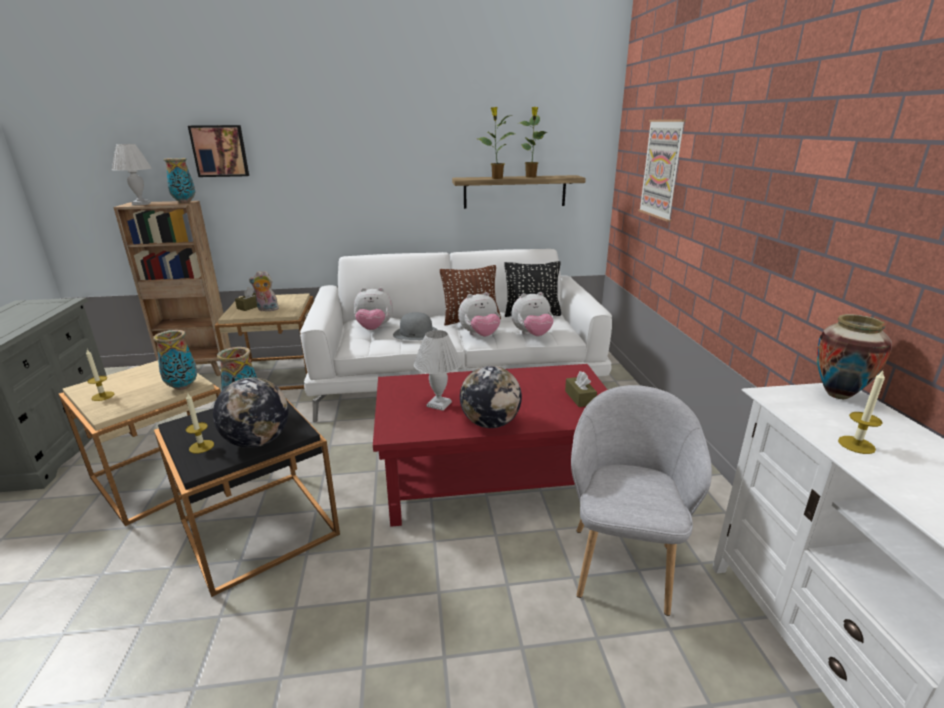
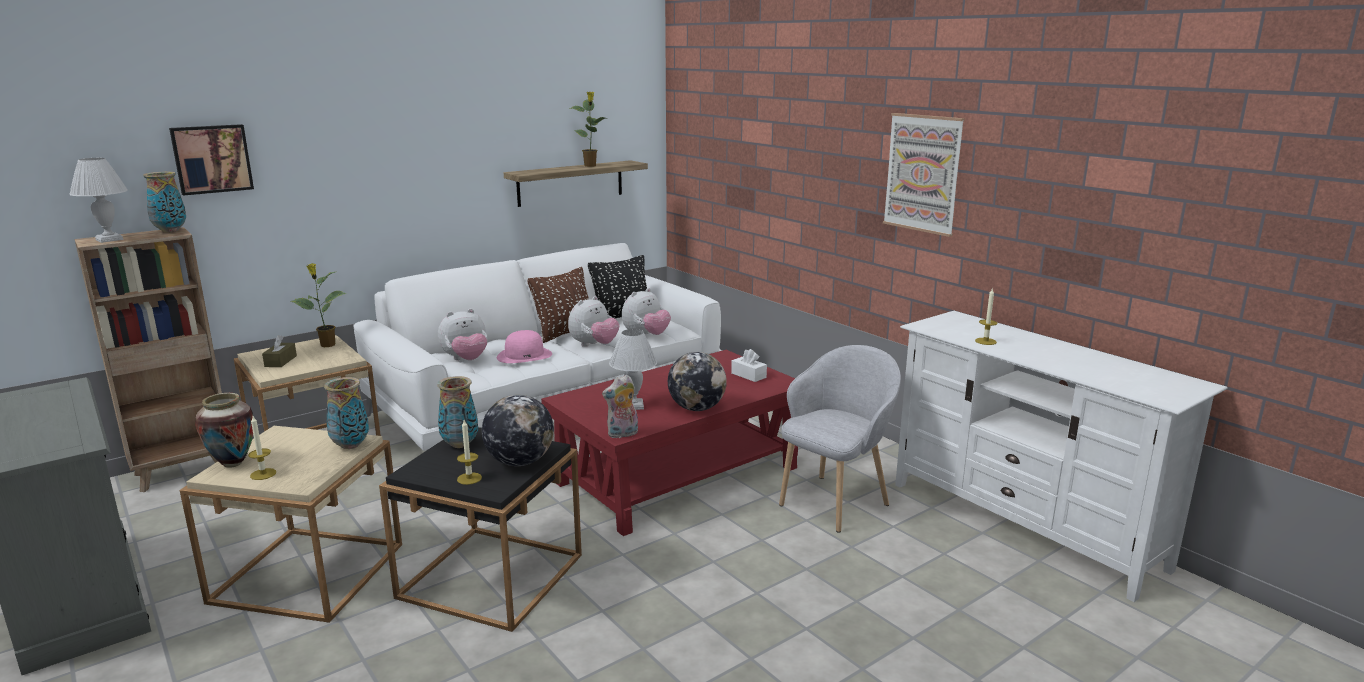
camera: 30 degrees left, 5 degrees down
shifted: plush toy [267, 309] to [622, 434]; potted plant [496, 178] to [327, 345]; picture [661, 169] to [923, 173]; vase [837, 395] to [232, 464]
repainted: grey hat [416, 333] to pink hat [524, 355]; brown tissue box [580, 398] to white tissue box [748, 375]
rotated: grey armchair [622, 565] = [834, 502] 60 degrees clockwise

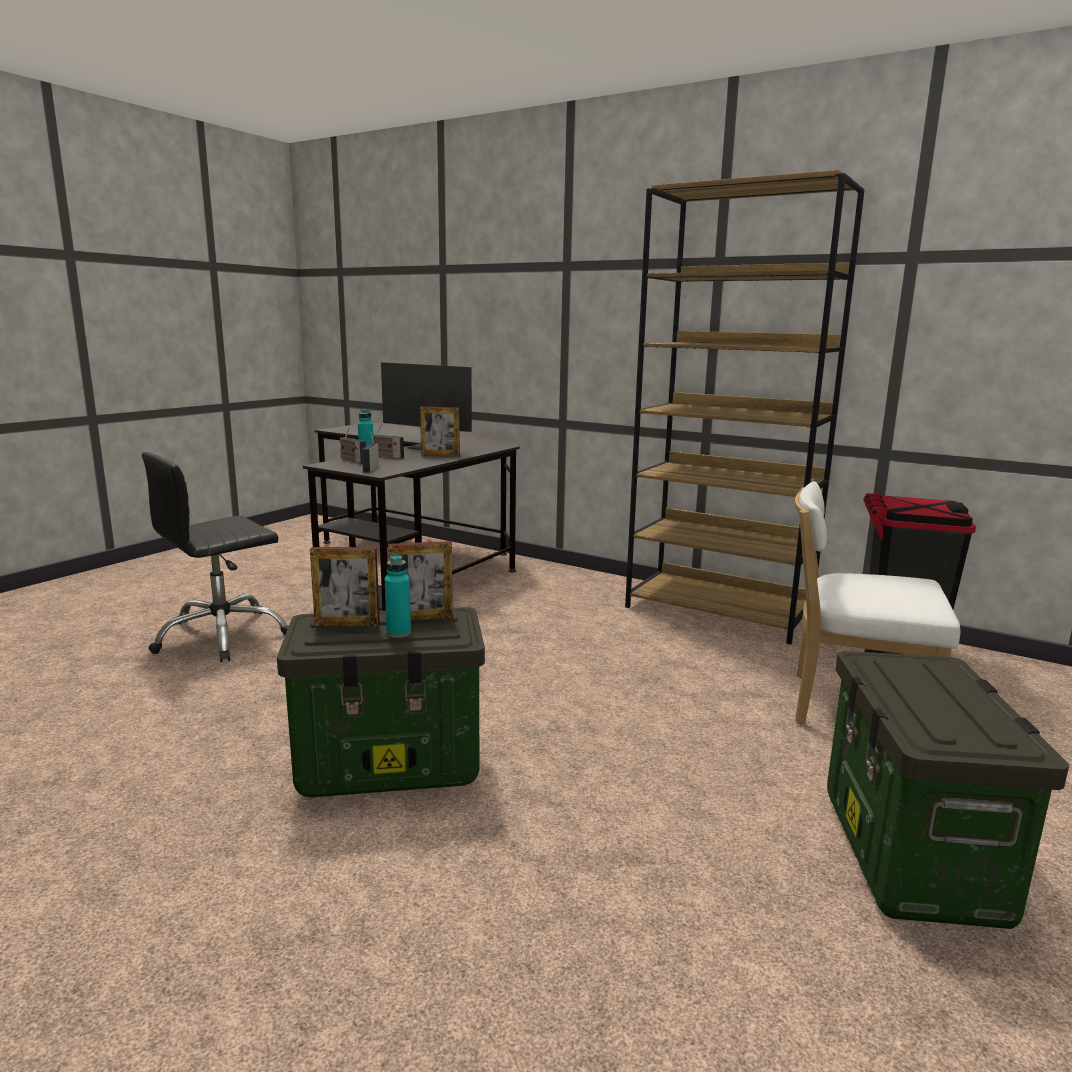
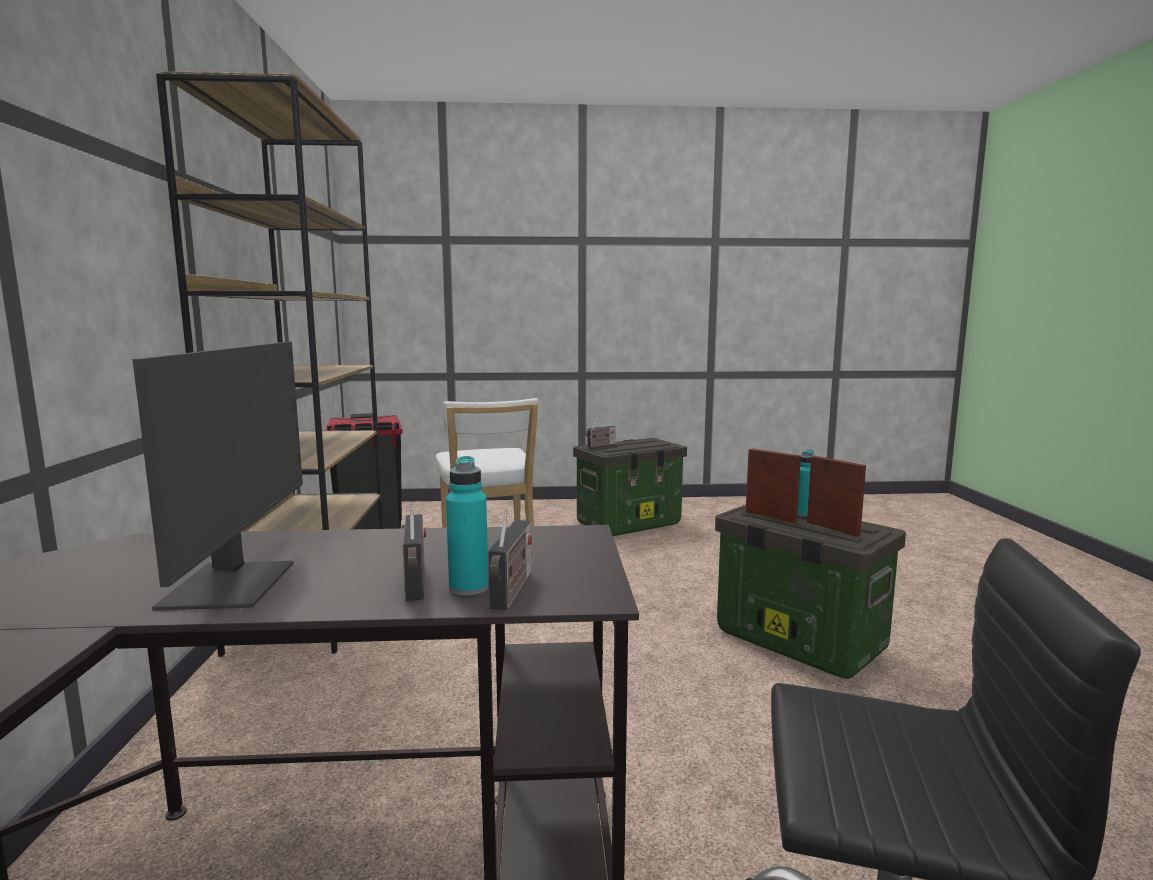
camera: 125 degrees left, 5 degrees down
gone: picture frame [440, 455]
shifted: radio [371, 468] to [600, 445]

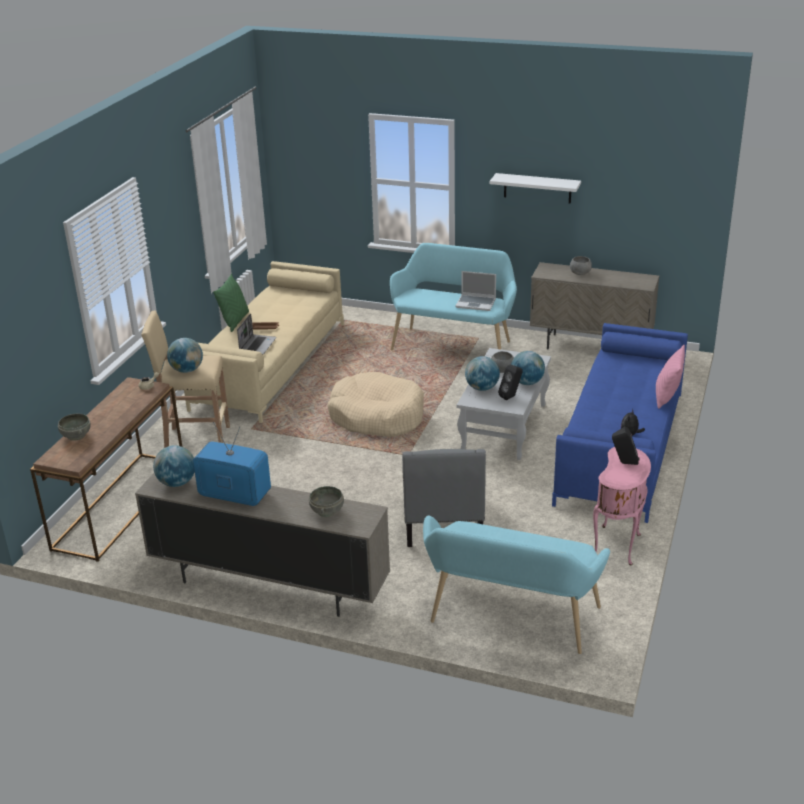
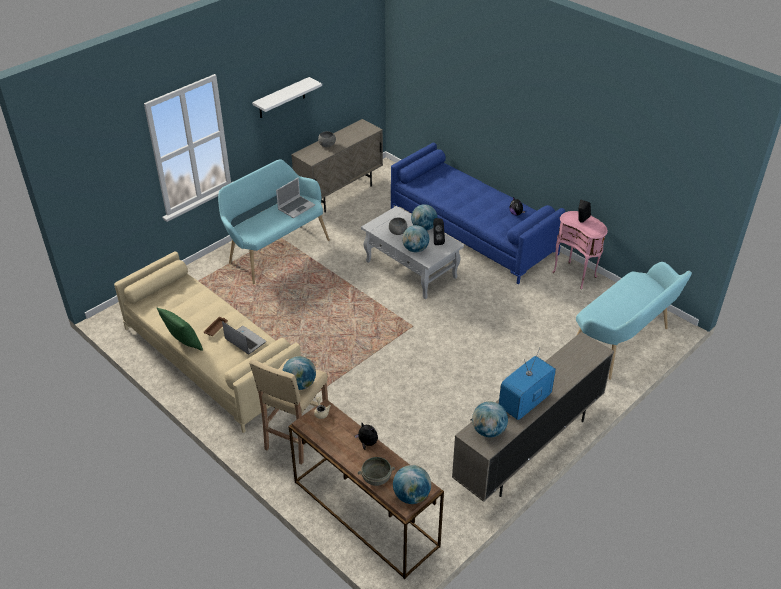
camera: 65 degrees left, 10 degrees up
gone: grey bowl [327, 511]; beige dog bed [377, 416]; grey armchair [442, 518]; pink pillow [667, 397]
new: plush toy [367, 443]; globe [411, 496]

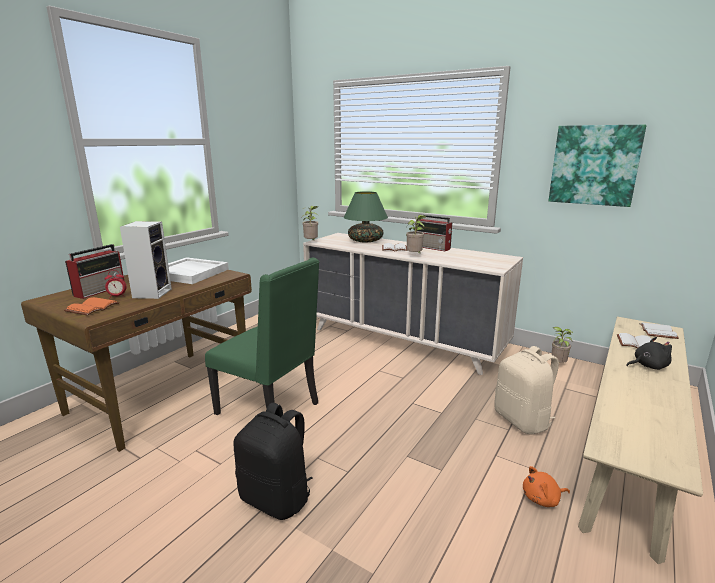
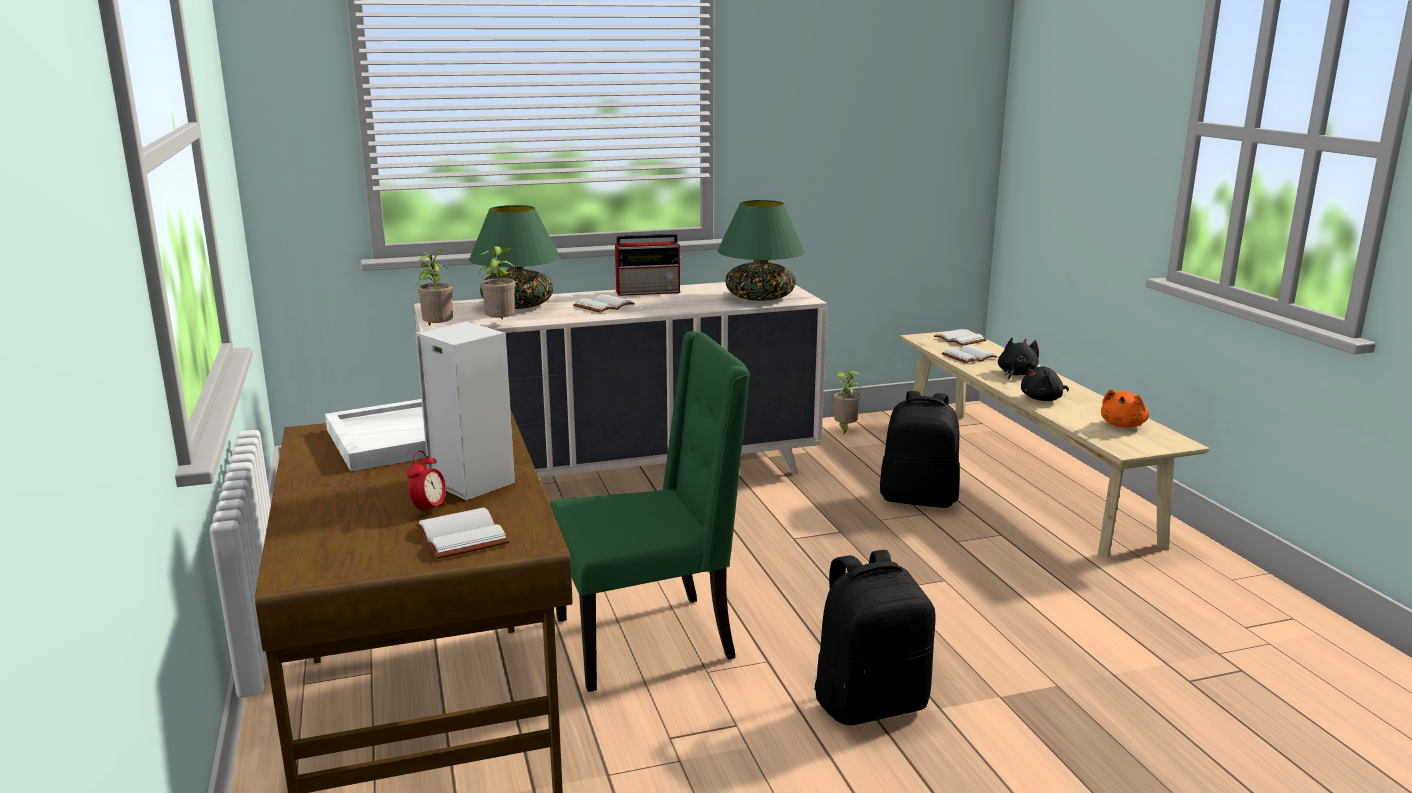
camera: 50 degrees left, 0 degrees up
gone: radio [101, 290]; picture [594, 165]
new: green table lamp [759, 297]; black plush toy [1043, 399]
shifted: potted plant [415, 256] to [501, 325]; orange plush toy [542, 499] to [1123, 425]
repainted: orange book [92, 307] to white book [458, 536]; beige backpack [522, 420] to black backpack [919, 499]

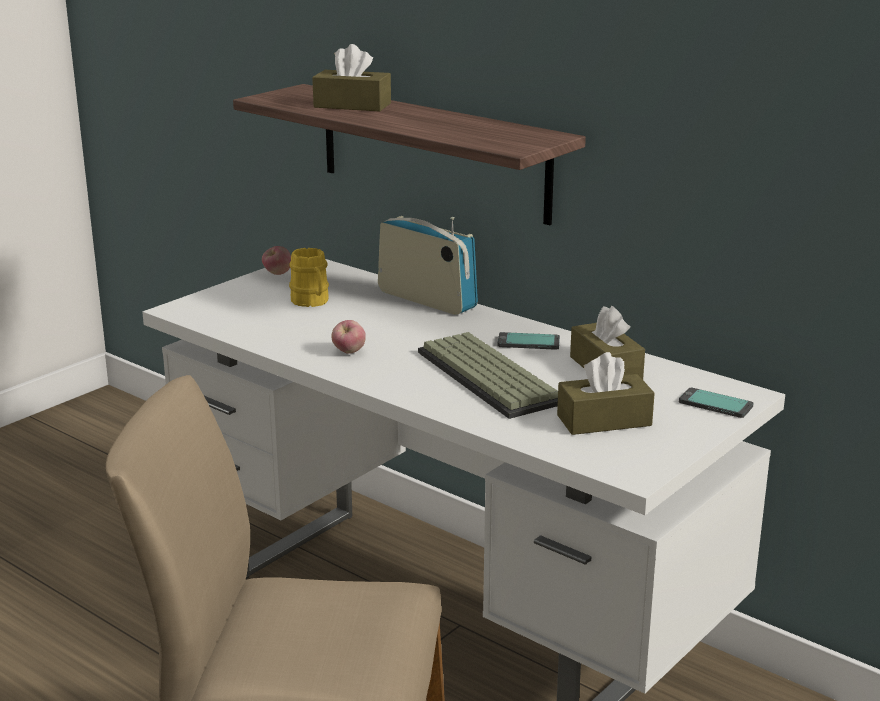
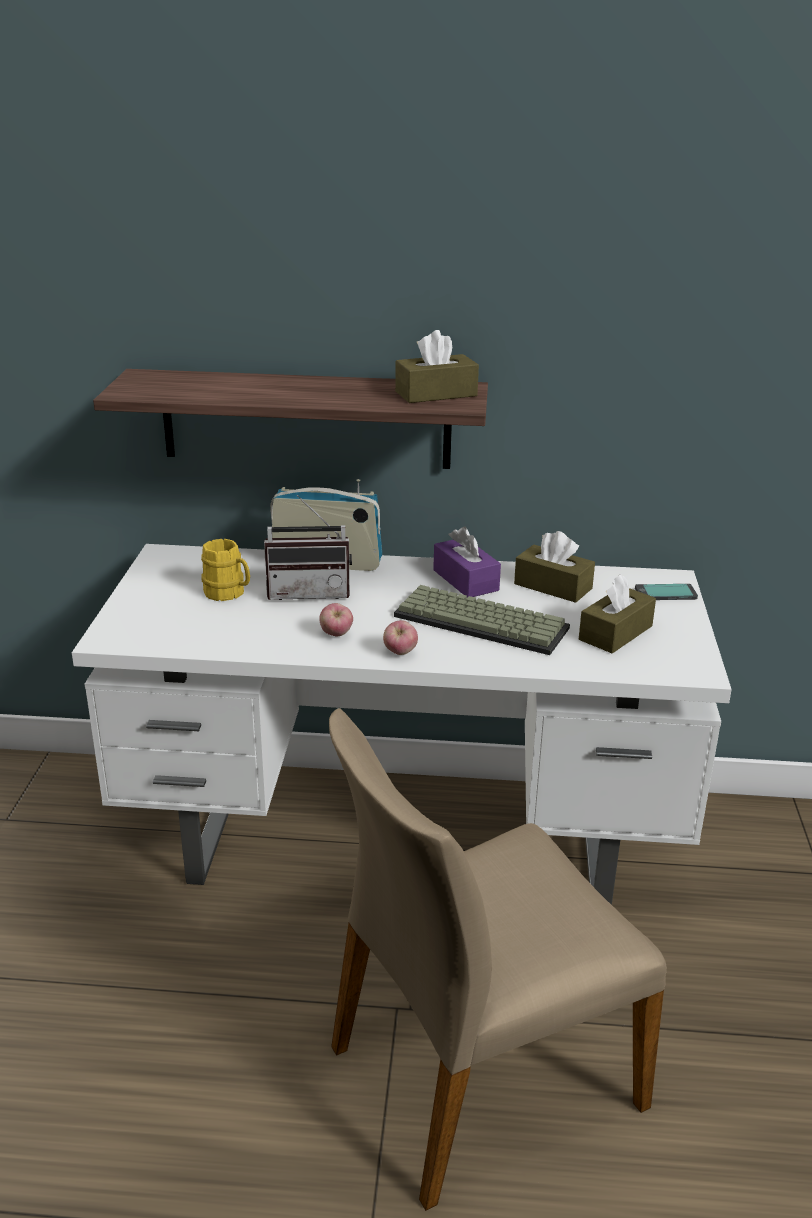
camera: 35 degrees left, 5 degrees up
new: radio [309, 592]
shifted: apple [277, 274] to [400, 653]; brown tissue box [352, 105] to [436, 394]
swapped: phone [528, 343] to purple tissue box [465, 580]

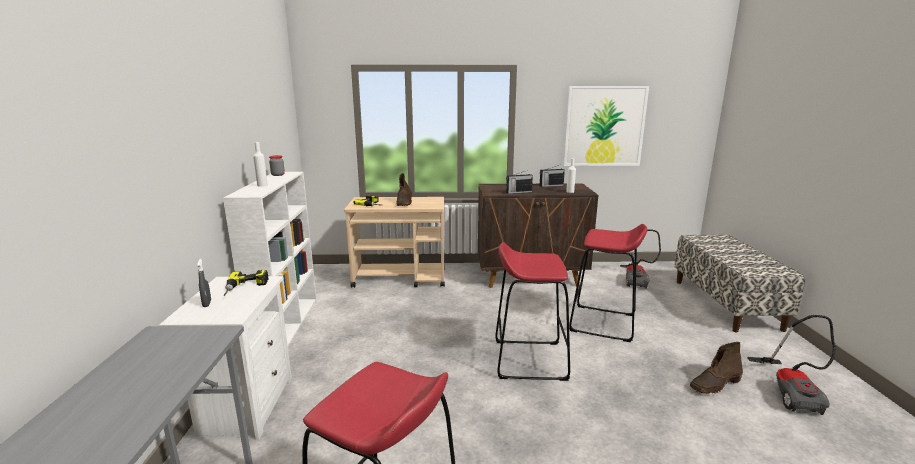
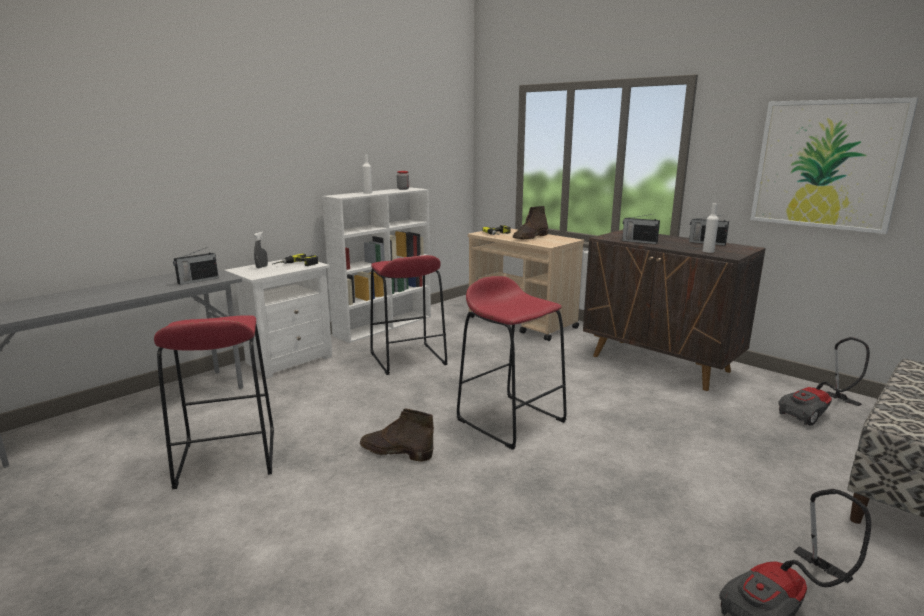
camera: 45 degrees right, 0 degrees up
new: radio [197, 280]
shifted: red stool [602, 323] to [407, 359]; brown boot [715, 384] to [395, 451]

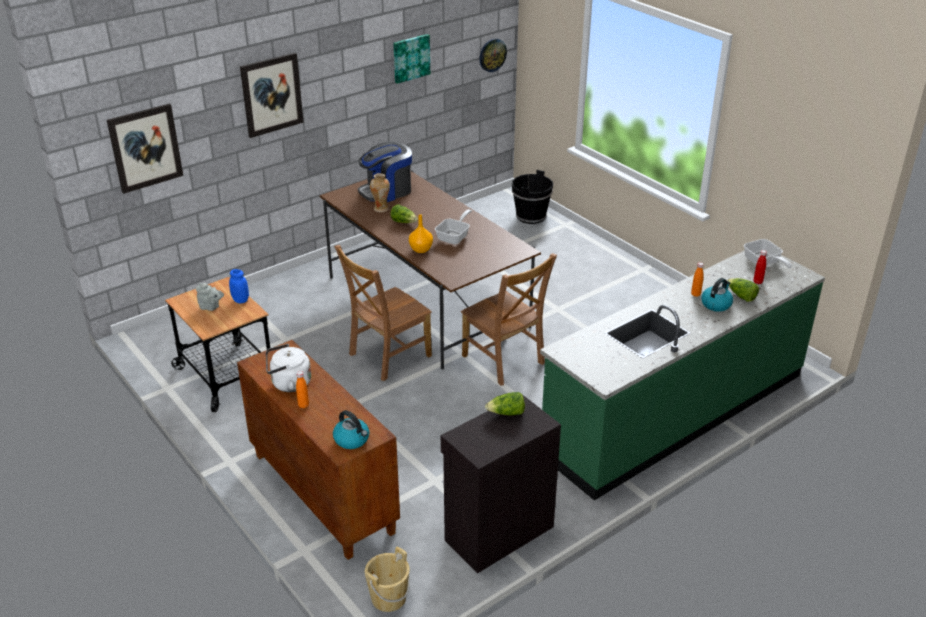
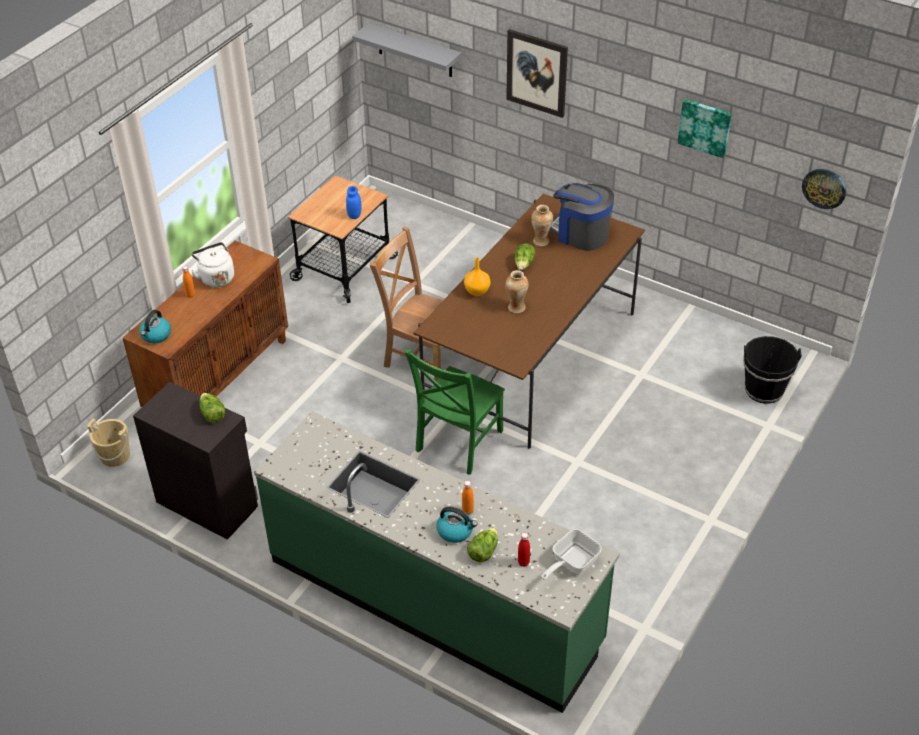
camera: 70 degrees right, 10 degrees up
gone: grey teapot [211, 307]
swapped: picture [145, 148] to grey shelf [415, 51]; frying pan [455, 237] to vase [516, 307]
repainted: brown chair [505, 361] to green chair [457, 443]

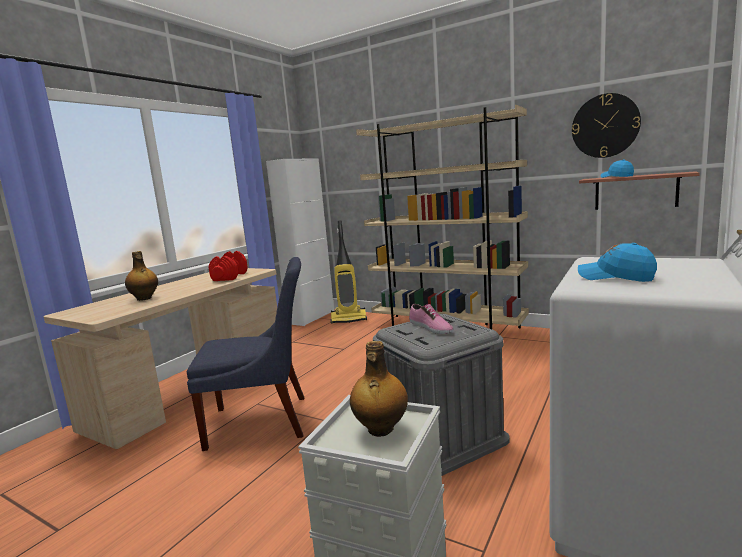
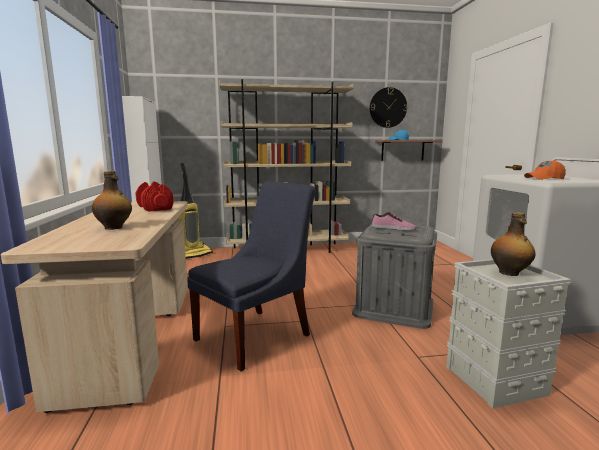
camera: 40 degrees left, 0 degrees up
repainted: blue cap [615, 277] to orange cap [544, 178]

